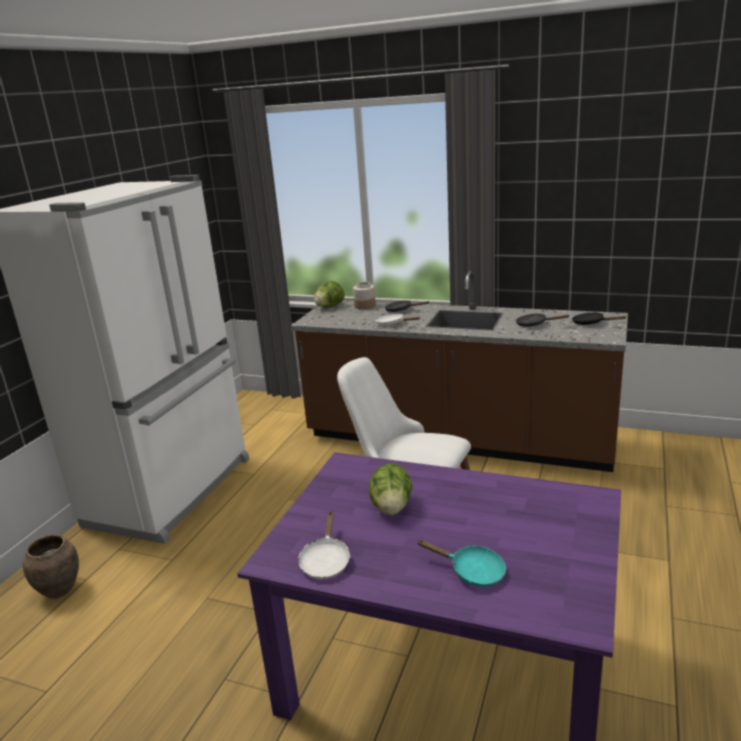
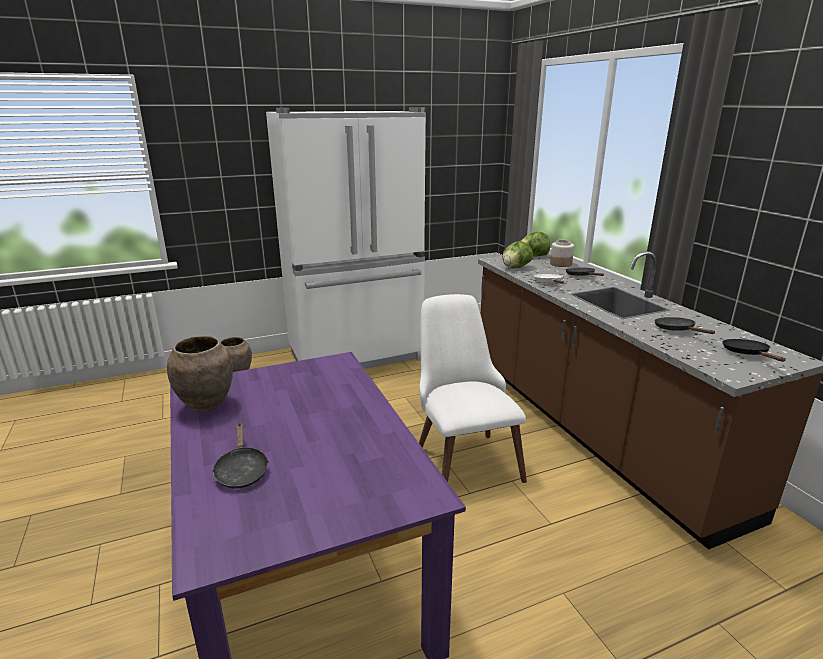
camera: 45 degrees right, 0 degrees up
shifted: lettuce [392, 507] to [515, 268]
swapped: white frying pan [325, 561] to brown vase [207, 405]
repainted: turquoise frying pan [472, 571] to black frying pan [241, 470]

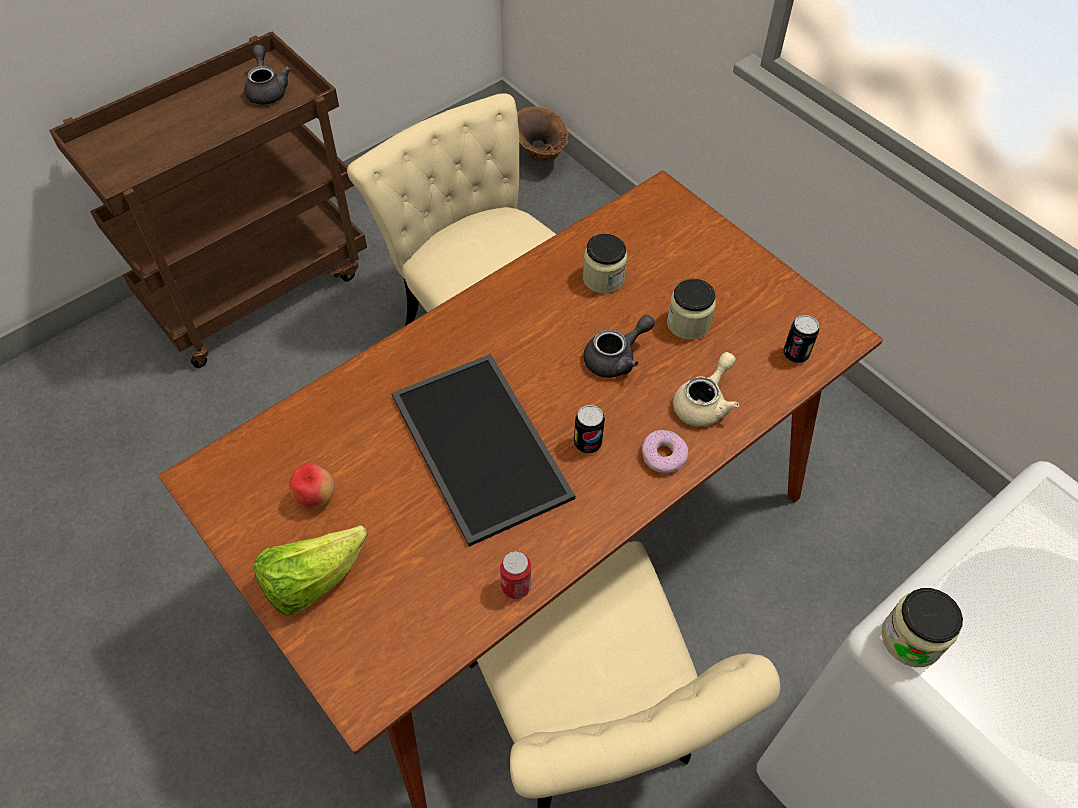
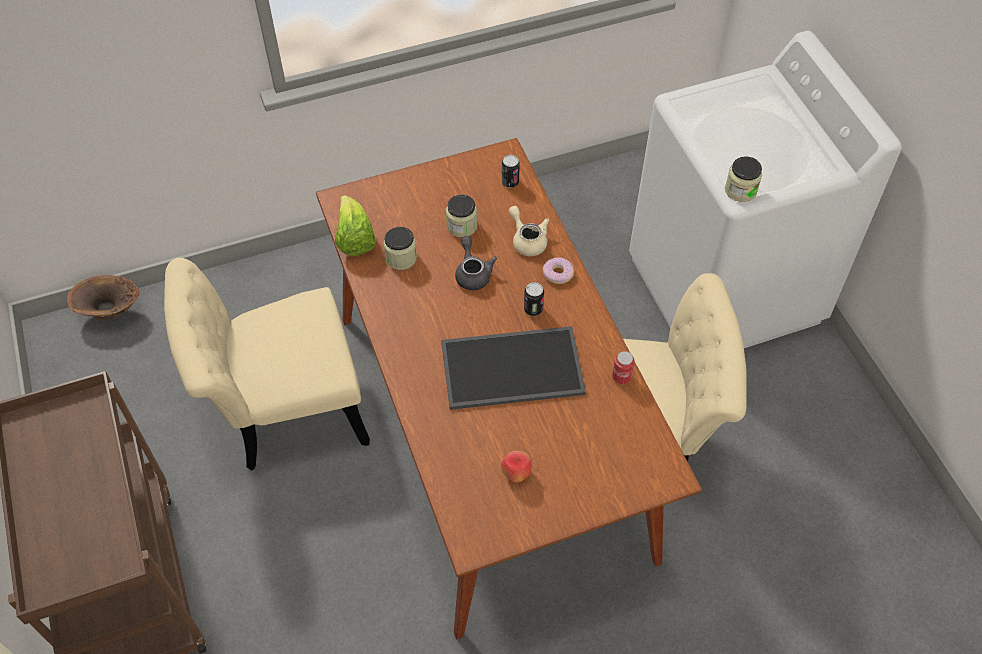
camera: 70 degrees left, 0 degrees up
gone: grey teapot [267, 89]
shifted: lettuce [312, 580] to [354, 239]

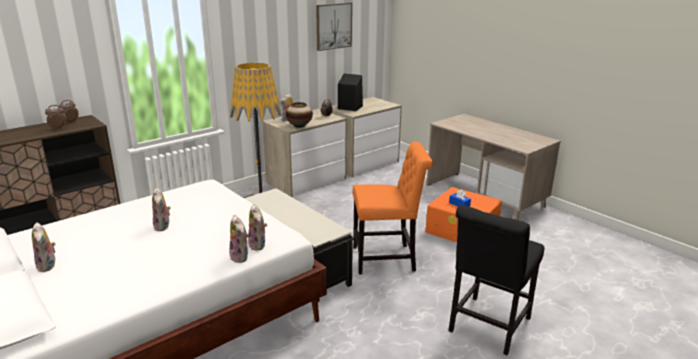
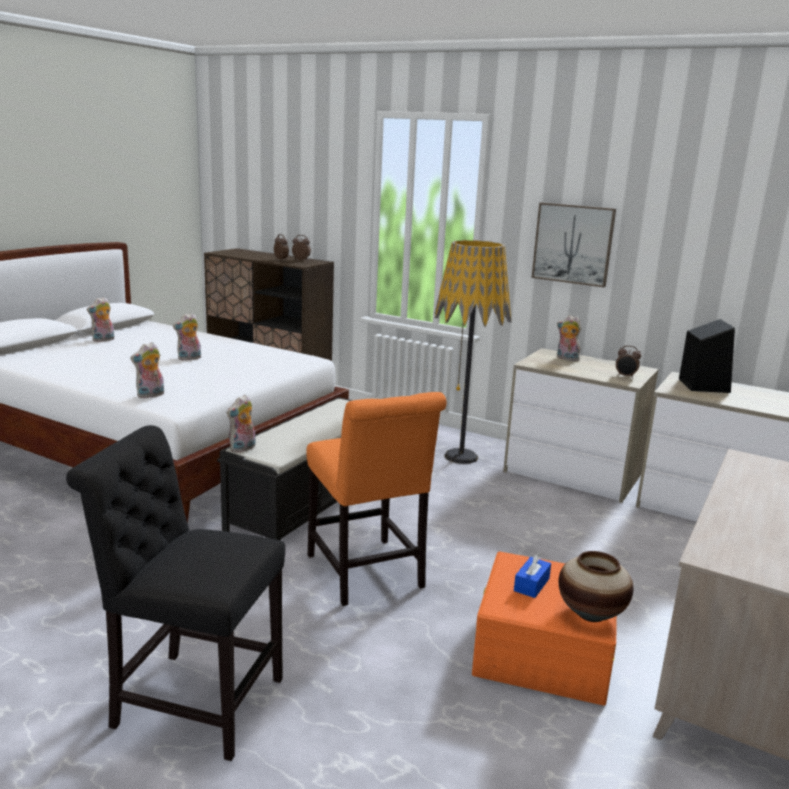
camera: 70 degrees right, 5 degrees down
shifted: plush toy [241, 257] to [242, 449]; vase [299, 126] to [591, 614]; picture [333, 26] to [573, 244]

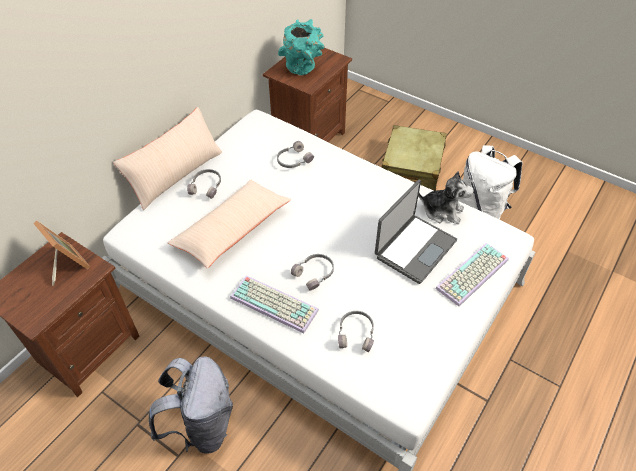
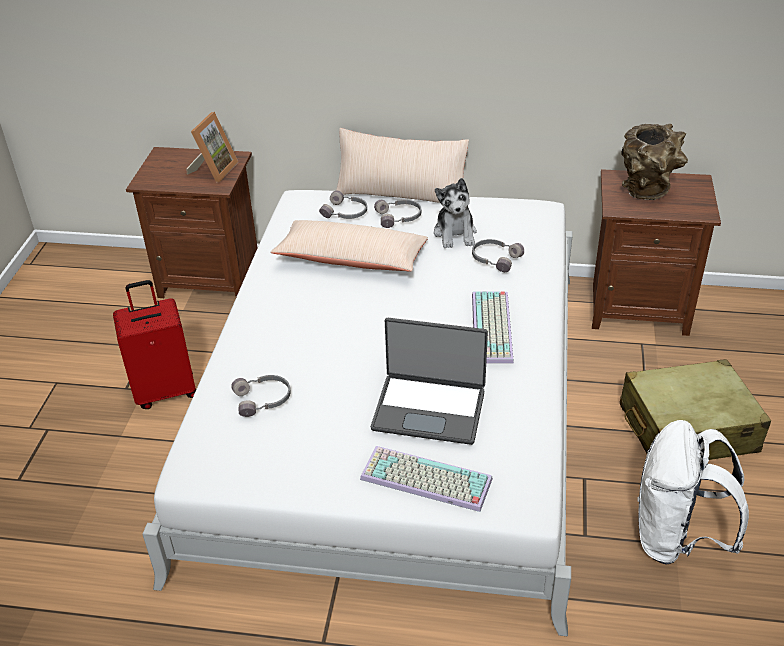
camera: 65 degrees right, 10 degrees down
shifted: keyboard [275, 303] to [494, 328]; grey headphones [315, 273] to [345, 213]; plush toy [442, 211] to [455, 233]
swapped: grey backpack [202, 425] to red suitcase [165, 390]
repainted: turquoise vase [303, 69] to brown vase [647, 193]

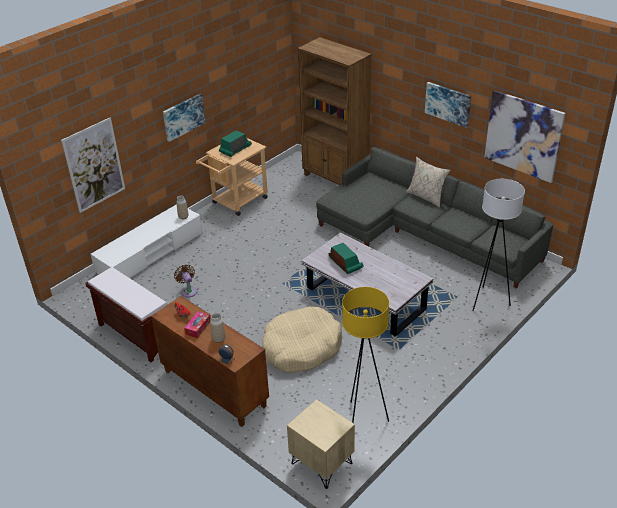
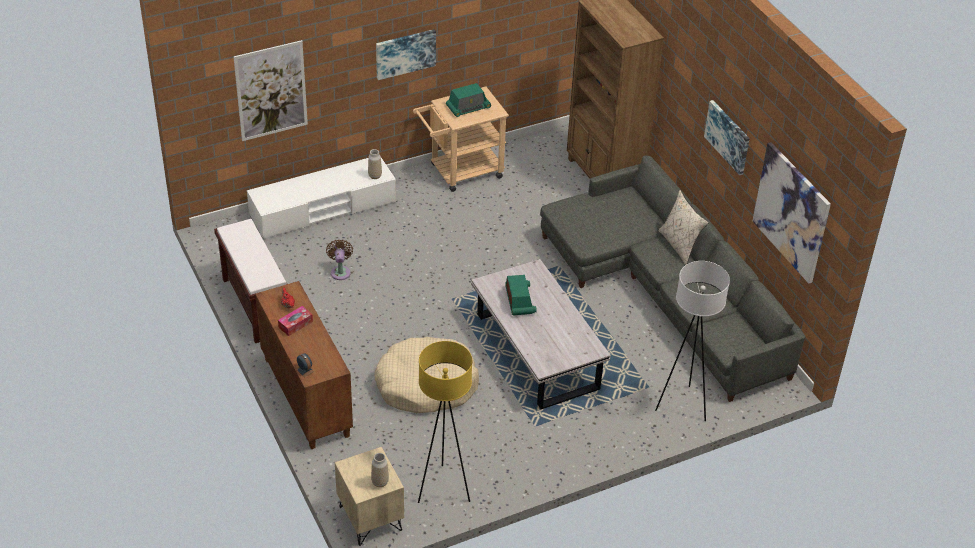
camera: 20 degrees right, 5 degrees up
shifted: vase [218, 339] to [380, 482]

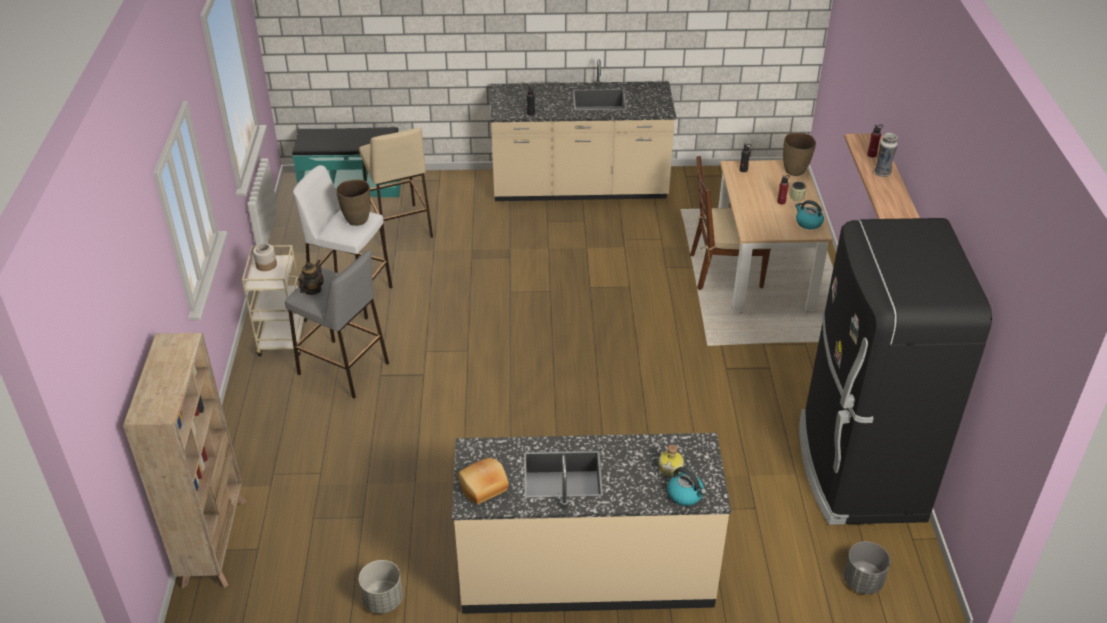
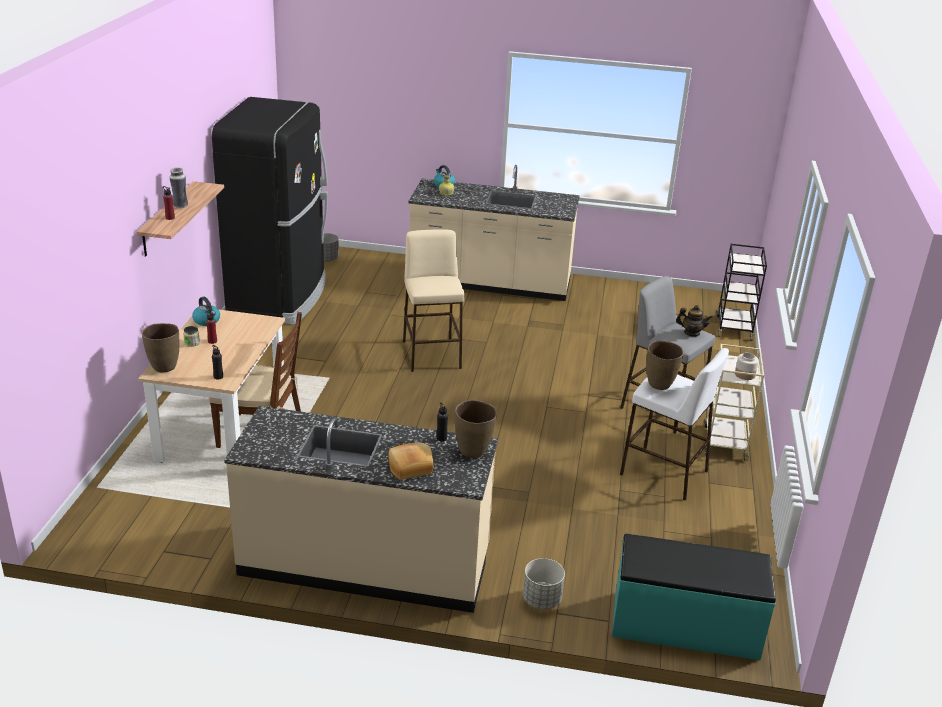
camera: 170 degrees left, 10 degrees down
new: brown vase [473, 451]
shifted: beige stool [399, 227] to [431, 354]; grey planter [382, 600] to [542, 600]; bread [484, 487] to [410, 467]
swapped: beige bookcase [214, 541] to black cart [734, 327]
rotated: teapot [312, 290] = [691, 333] 105 degrees counterclockwise

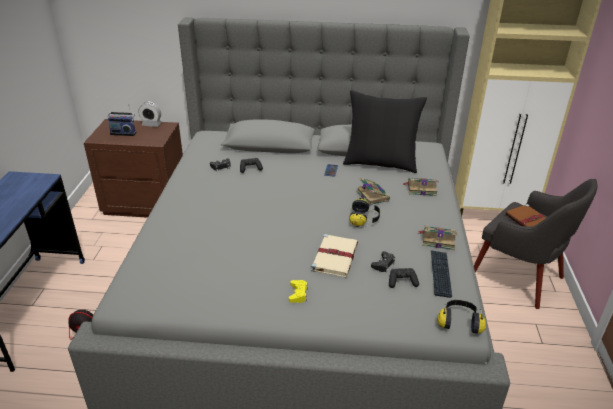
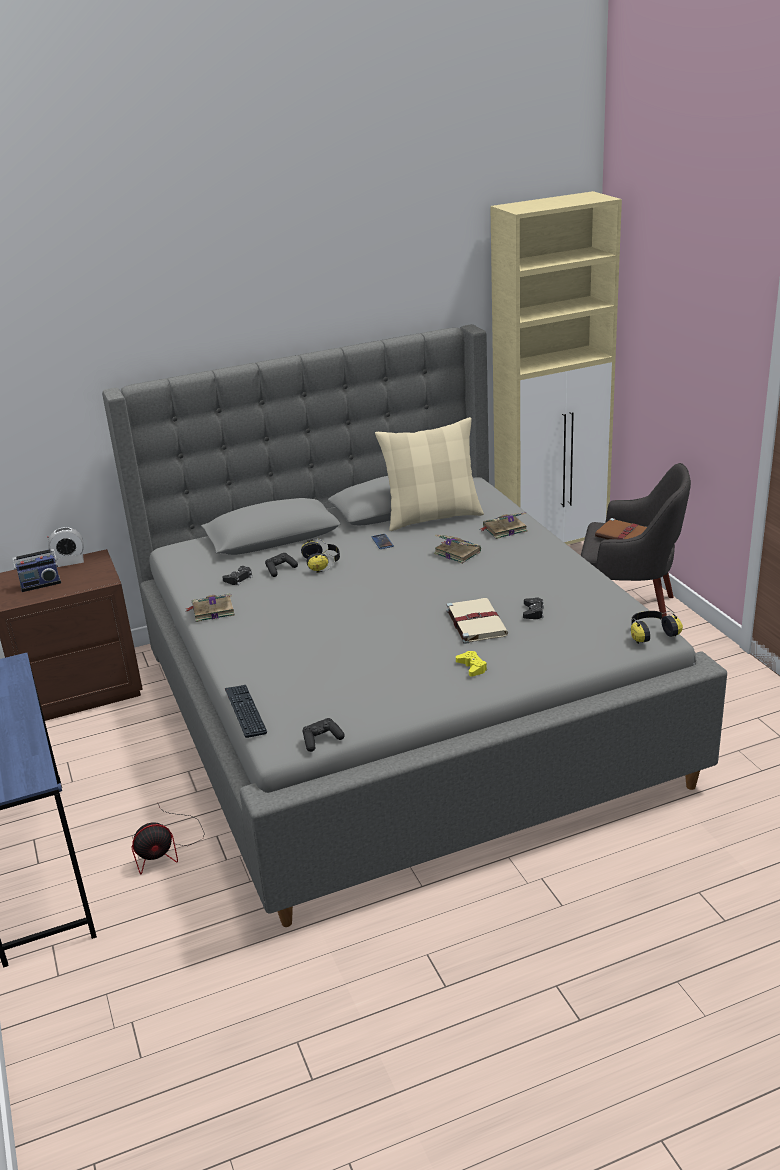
camera: 25 degrees left, 5 degrees down
shifted: headphones [364, 219] to [322, 563]; black game controller [402, 282] to [321, 740]; book [437, 240] to [212, 611]; keyboard [440, 274] to [245, 711]
repainted: black pillow [380, 163] to beige pillow [432, 517]

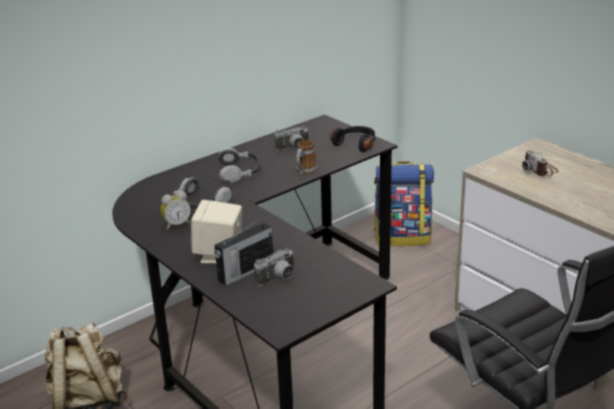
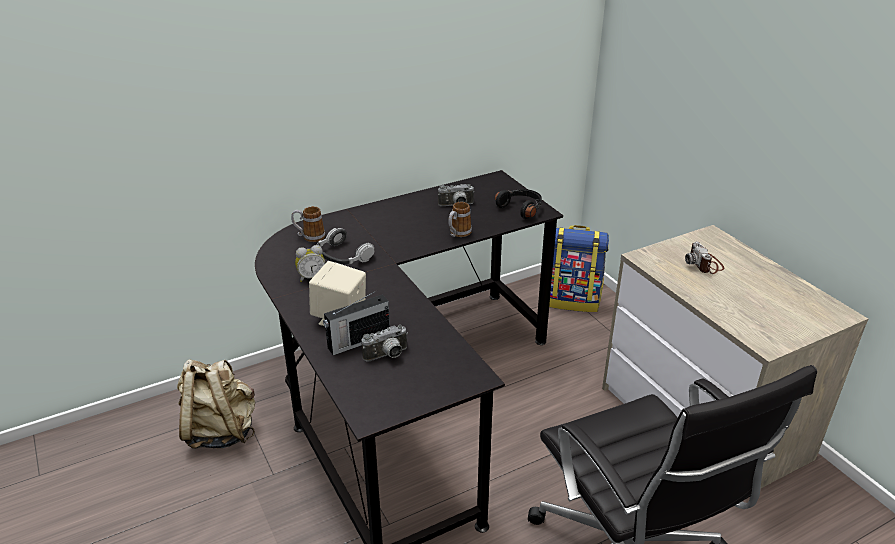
camera: 10 degrees right, 5 degrees up
gone: headphones [240, 171]
new: mug [309, 237]

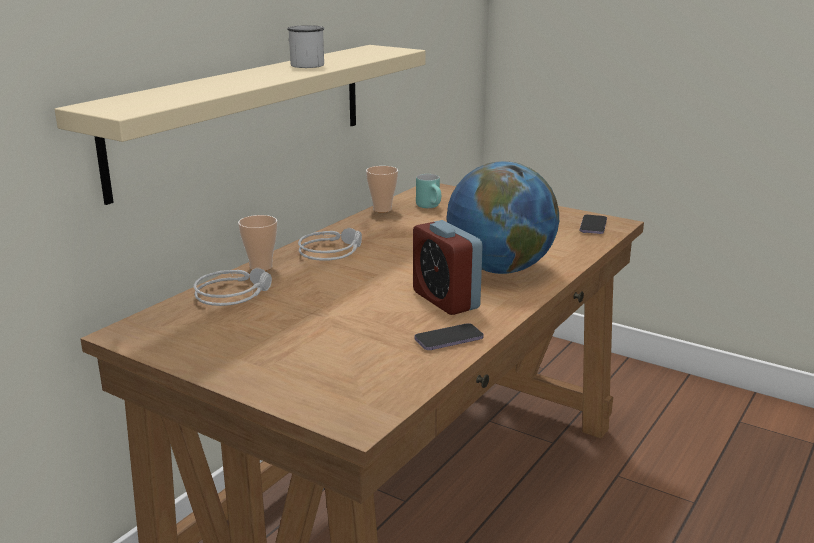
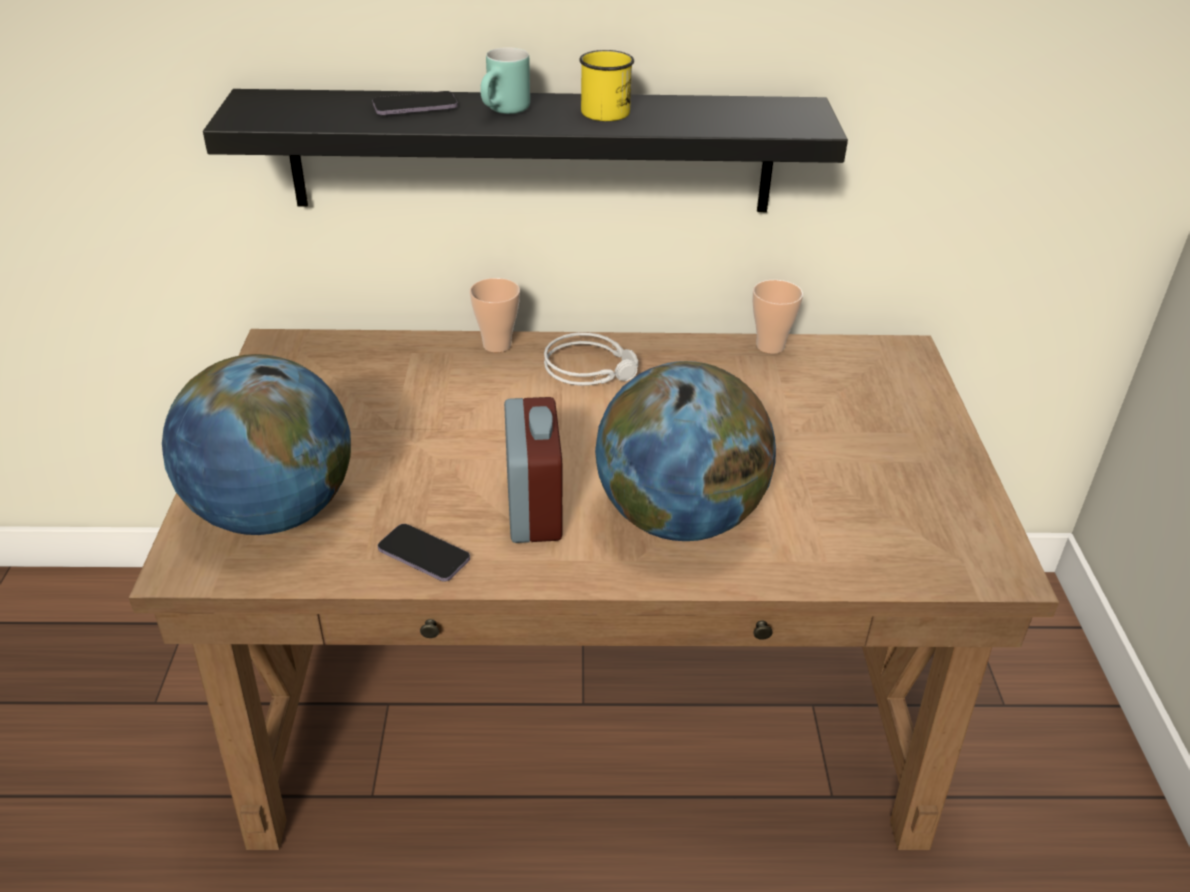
camera: 55 degrees right, 15 degrees up
gone: grey headphones [233, 293]
new: globe [273, 512]
shifted: turquoise mug [431, 207] to [506, 112]; phone [593, 226] to [415, 107]
repainted: beige shelf [245, 115] to black shelf [532, 152]; white mug [304, 64] to yellow mug [607, 109]
rotated: alarm clock [445, 300] = [534, 509] 150 degrees clockwise

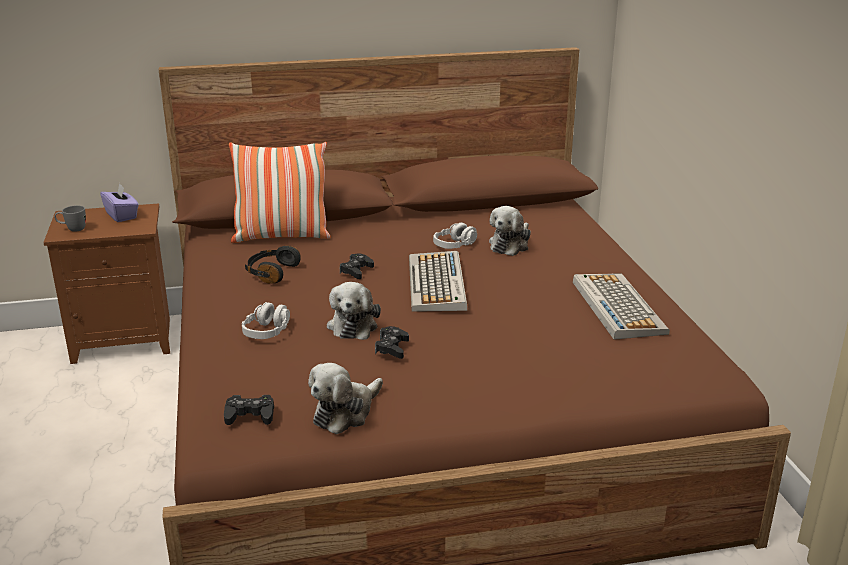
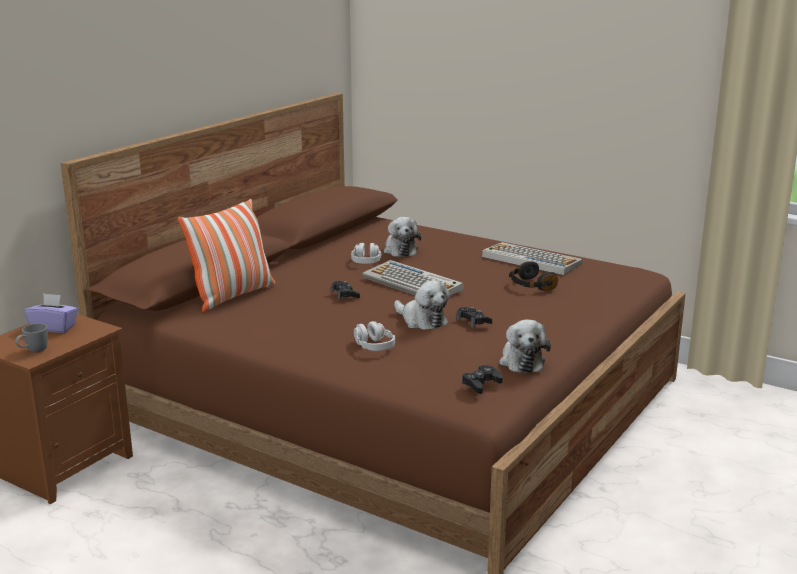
camera: 45 degrees left, 5 degrees down
shifted: black headphones [271, 272] to [530, 285]

